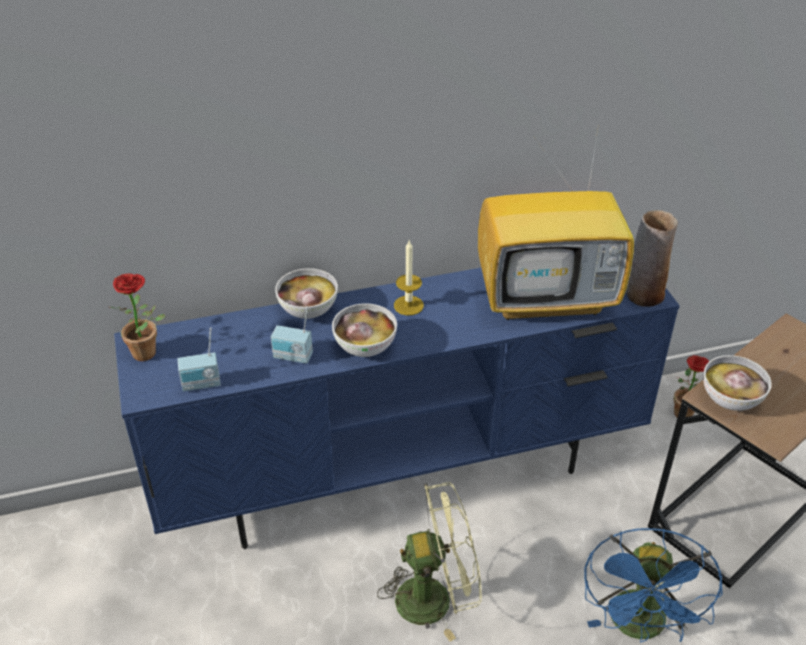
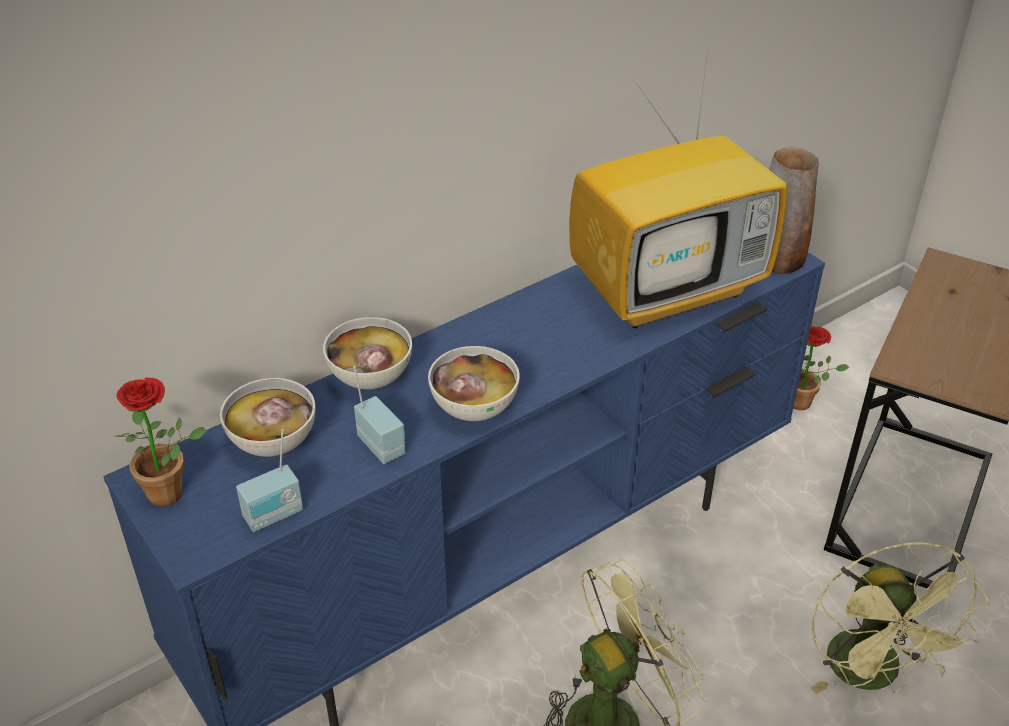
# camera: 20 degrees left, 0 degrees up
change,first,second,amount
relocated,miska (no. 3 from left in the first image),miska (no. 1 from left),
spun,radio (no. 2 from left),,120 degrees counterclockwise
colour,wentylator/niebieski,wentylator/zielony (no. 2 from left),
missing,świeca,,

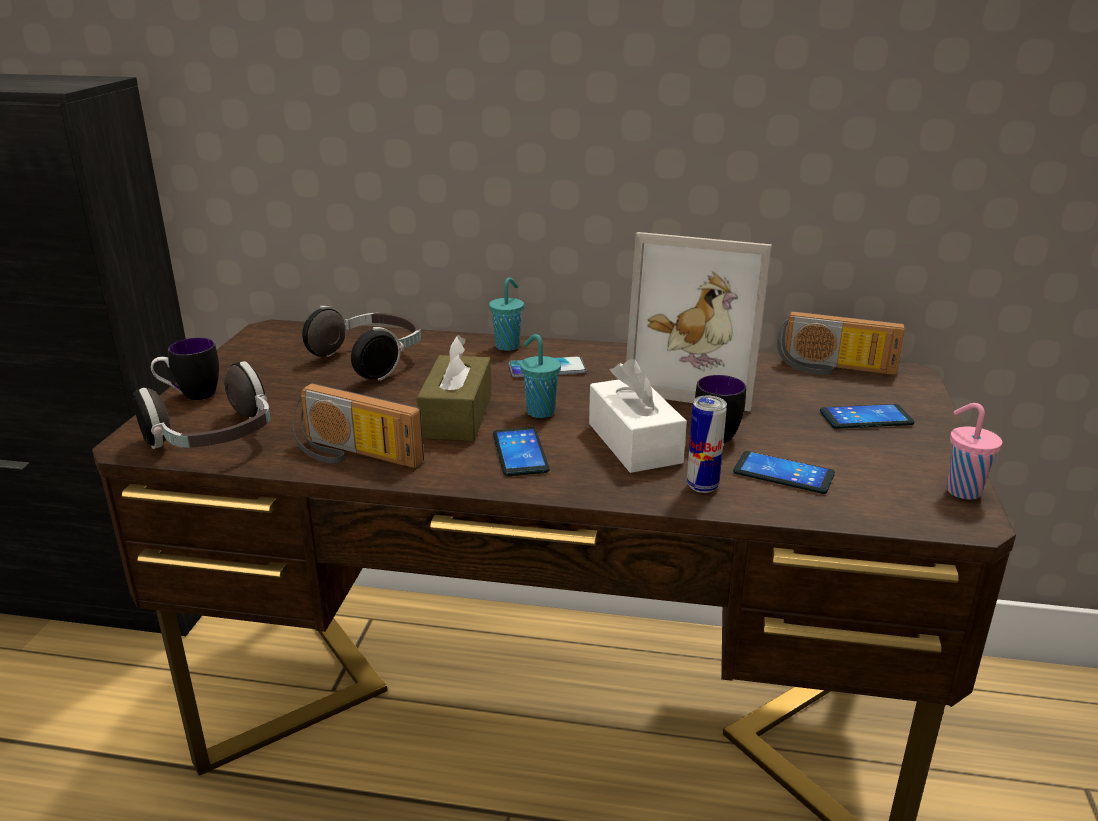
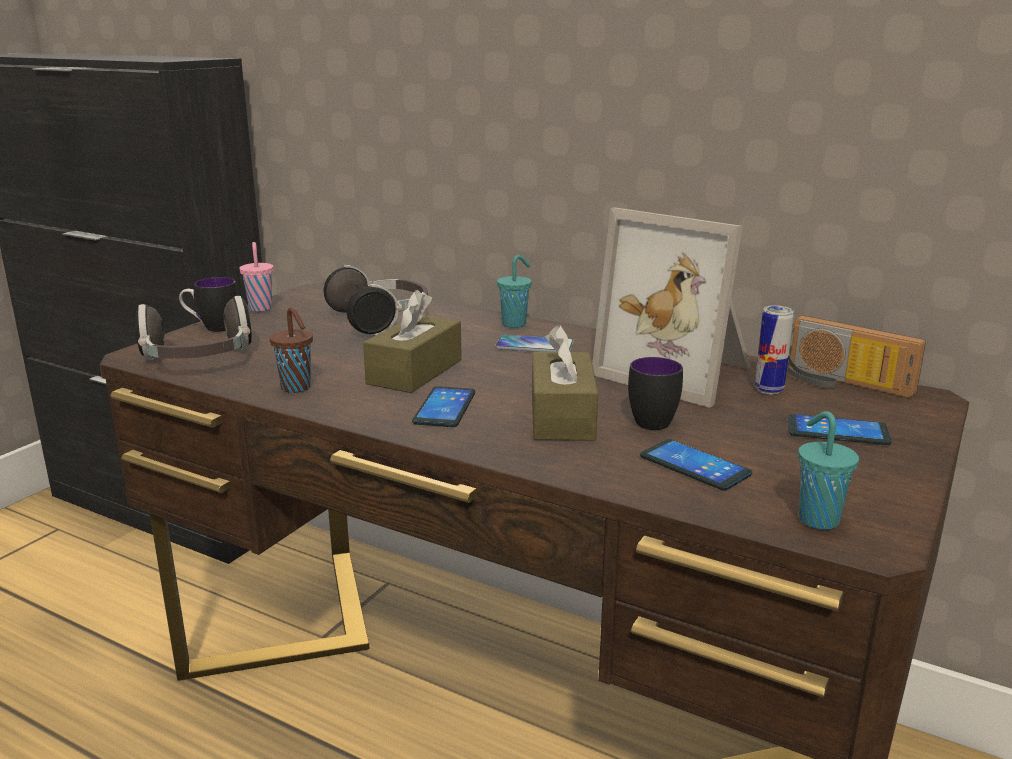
# camera: 20 degrees right, 5 degrees down
change,first,second,amount
relocated,filiżanka/różowy,,
exchanged,radio (no. 1 from left),filiżanka/brązowy,
colour,pudełko chusteczek/biały,pudełko chusteczek/brązowy (no. 2 from left),
relocated,puszka,,
relocated,filiżanka/turkusowy (no. 2 from left),,

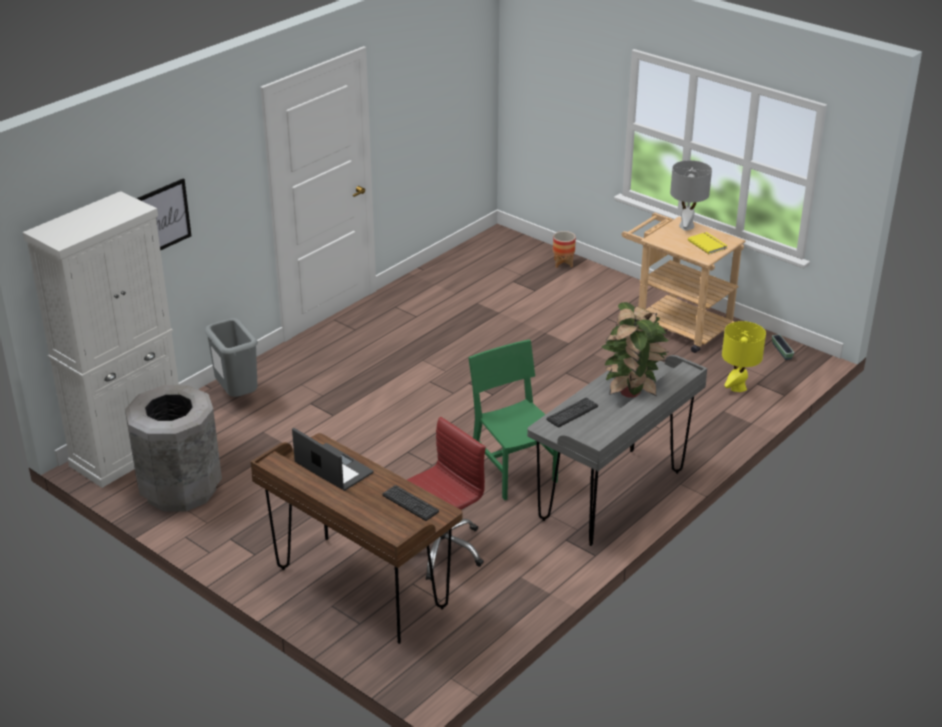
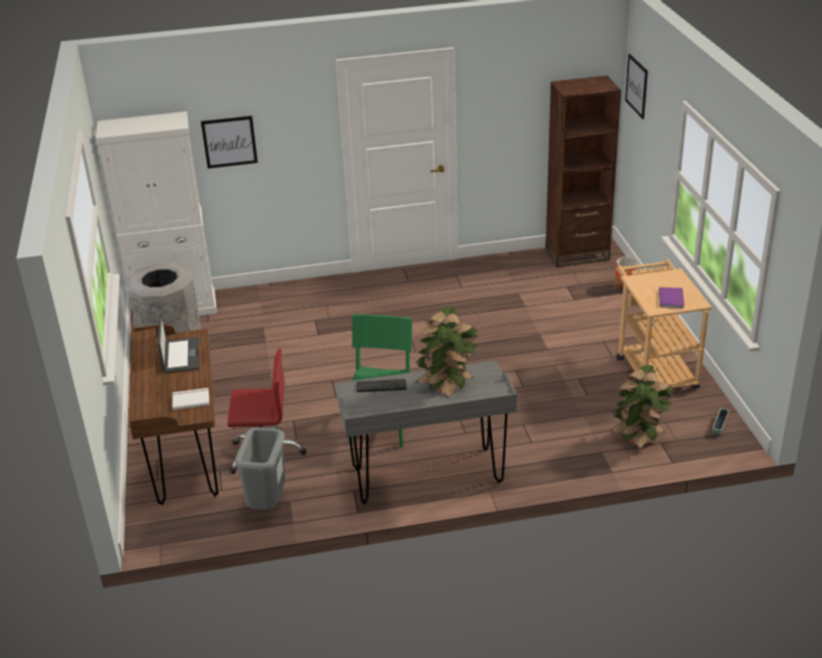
# camera: 40 degrees right, 0 degrees up
change,first,second,amount
exchanged,klawiatura (no. 1 from left),książka/biały,
relocated,kosz na śmieci/szary (no. 2 from left),,
appeared,,regał/brązowy,
exchanged,lampa stołowa/żółty,roślina doniczkowa (no. 2 from left),
appeared,,obraz (no. 2 from left),
colour,książka/żółty,książka/fioletowy,
missing,lampa stołowa/szary,,

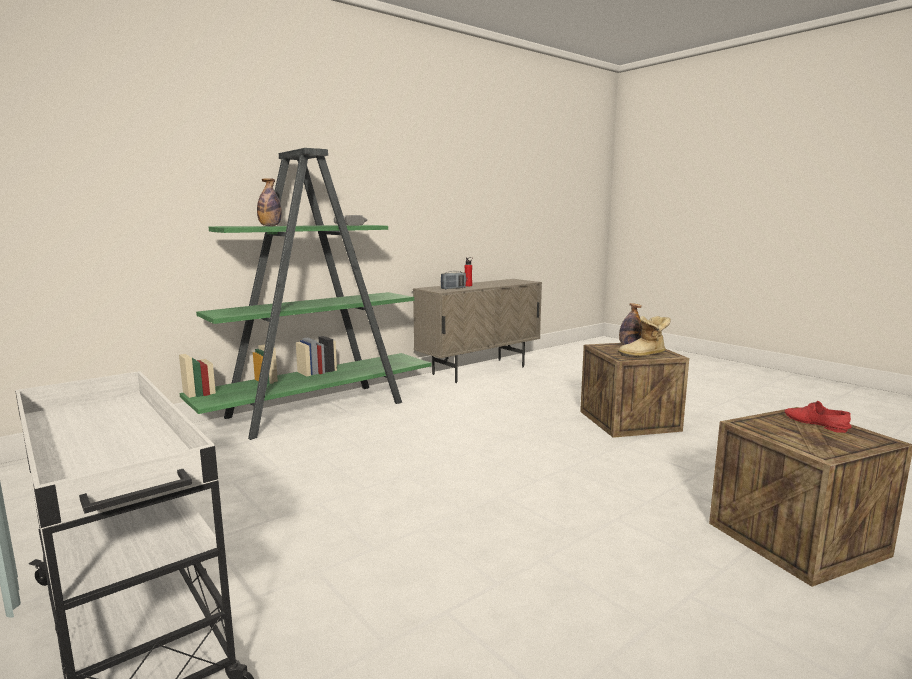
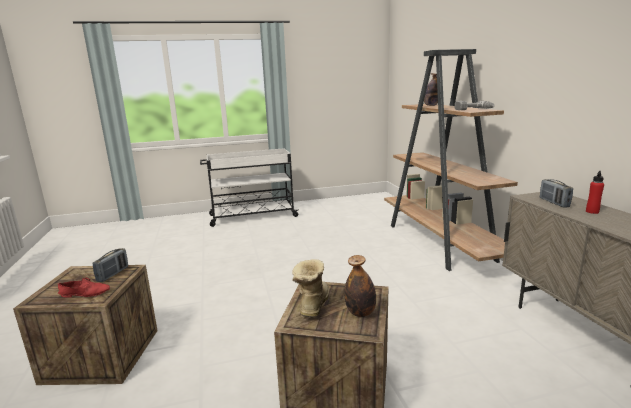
# camera: 115 degrees right, 5 degrees up
change,first,second,amount
appeared,,radio (no. 1 from left),
colour,regał/zielony,regał/brązowy,

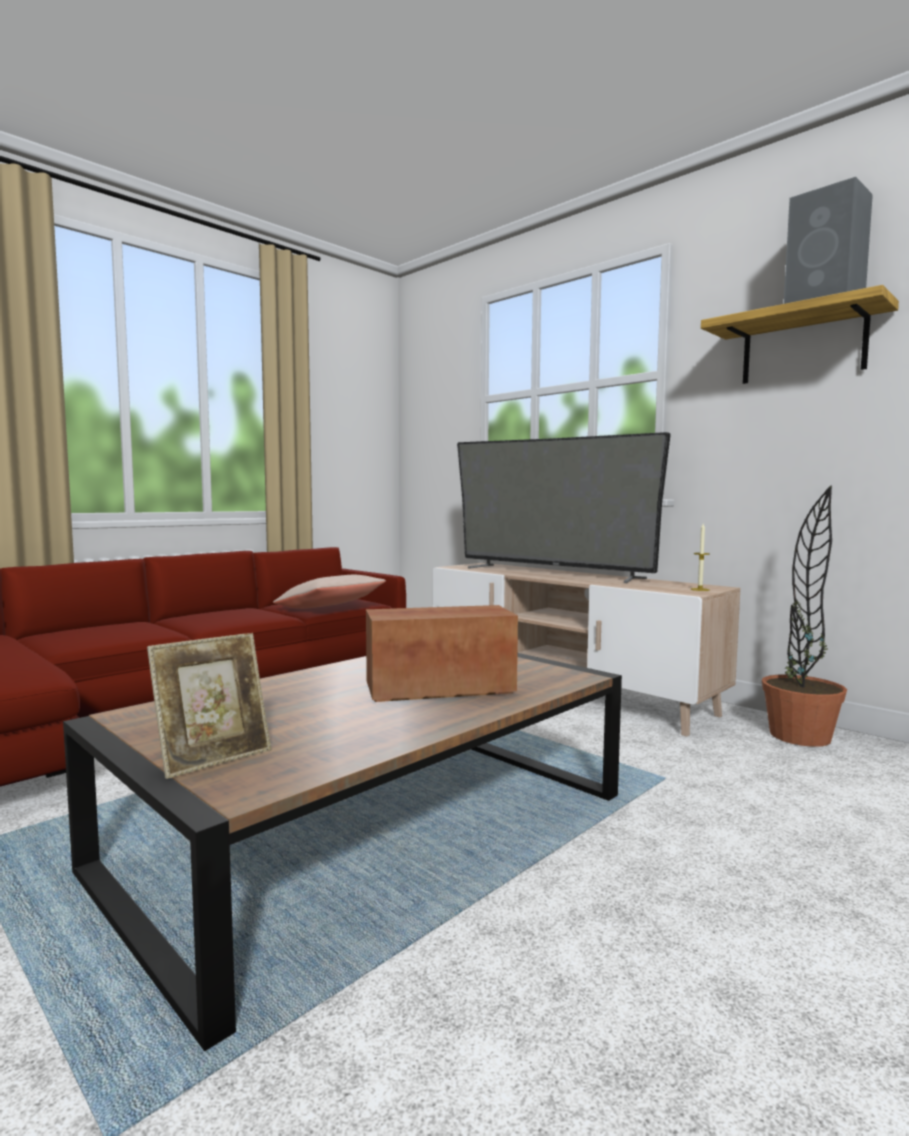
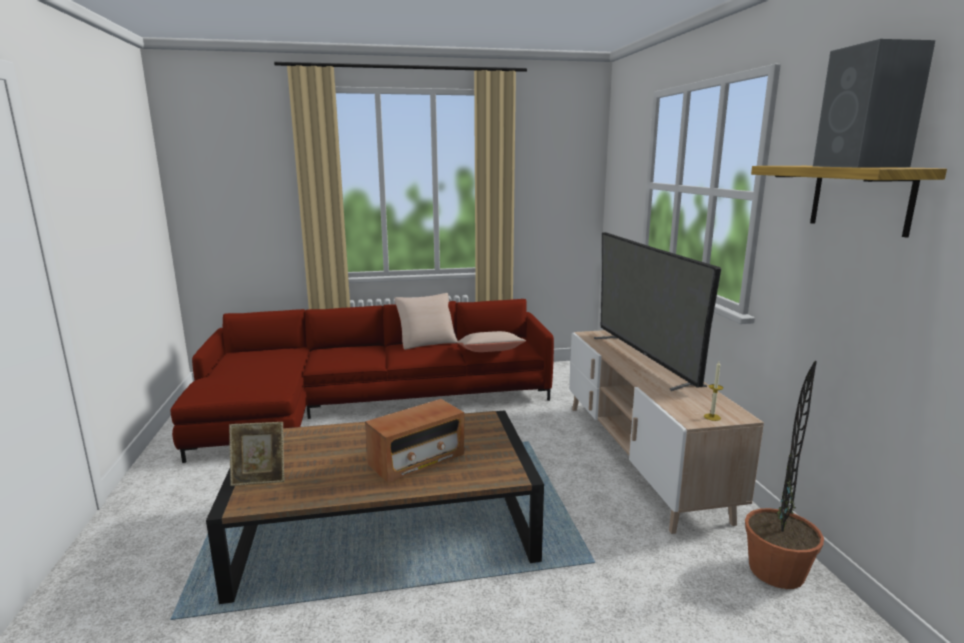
# camera: 35 degrees right, 10 degrees up
change,first,second,amount
spun,radio,,120 degrees clockwise
appeared,,poduszka/beżowy (no. 1 from left),

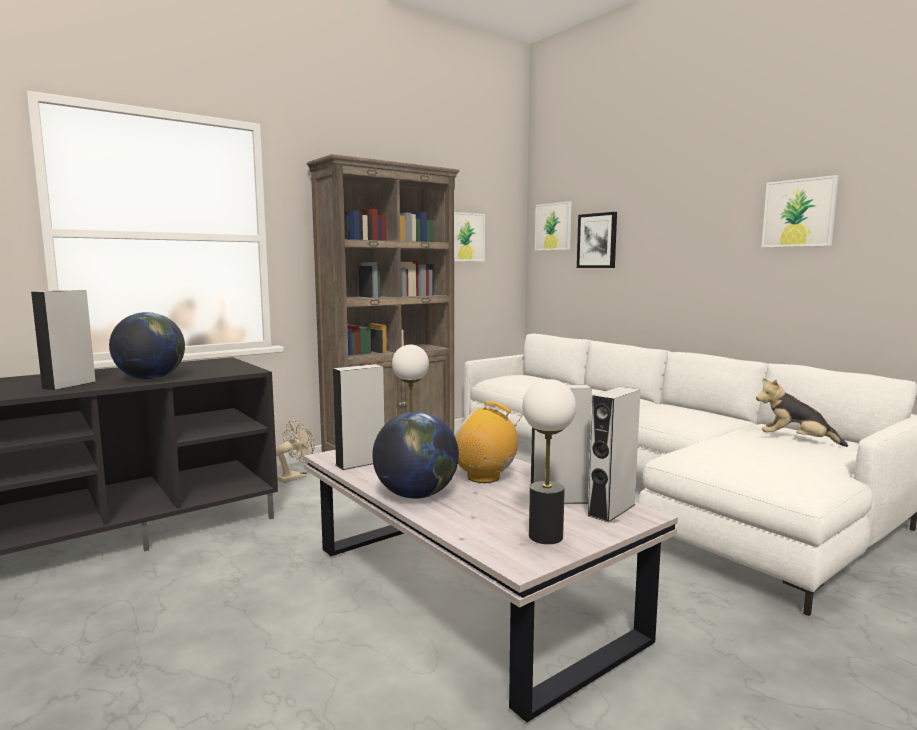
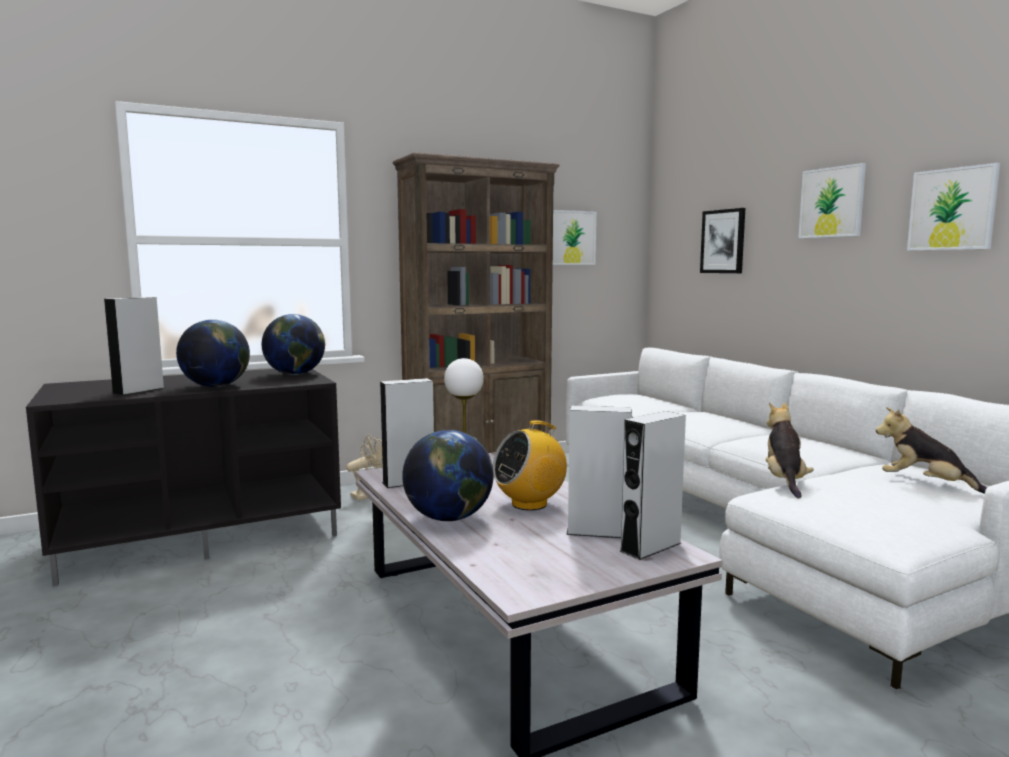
# camera: 10 degrees right, 0 degrees up
change,first,second,amount
appeared,,globus (no. 2 from left),
spun,radio,,60 degrees counterclockwise
appeared,,pluszak (no. 1 from left),
relocated,obraz (no. 2 from left in the first image),obraz (no. 3 from left),
missing,lampa stołowa (no. 2 from left),,

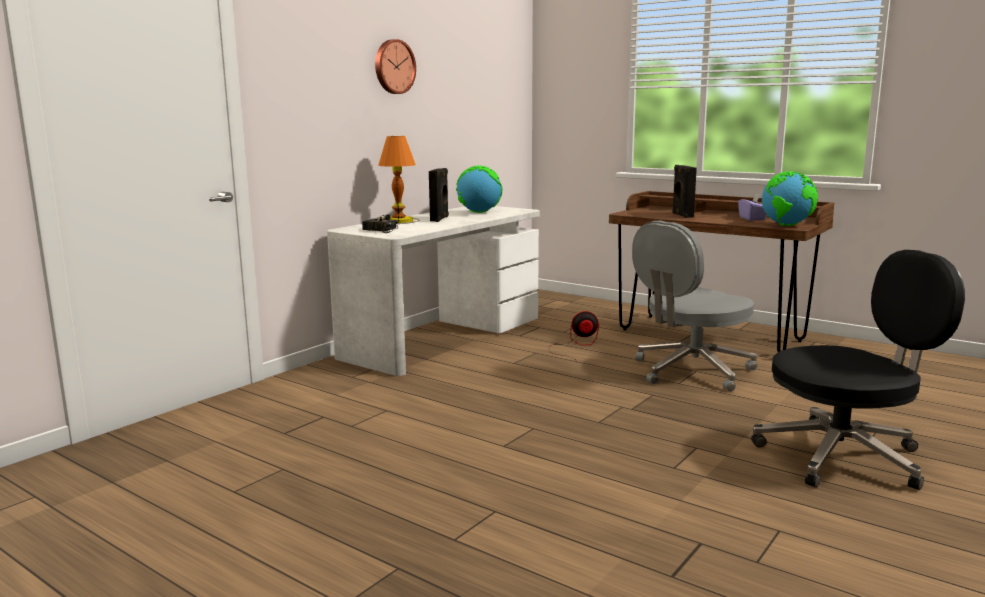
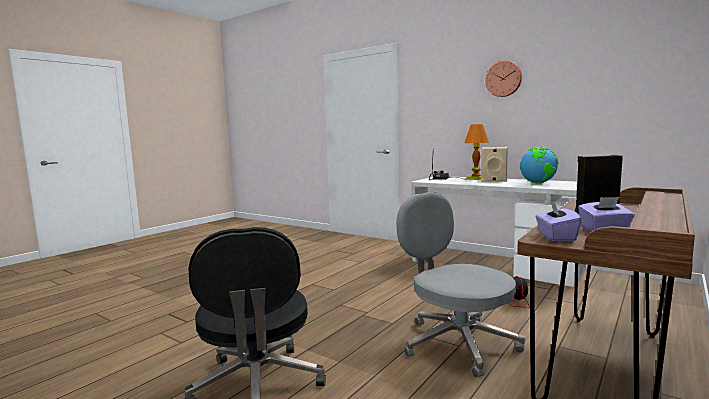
# camera: 90 degrees right, 5 degrees down
change,first,second,amount
colour,głośnik/czarny (no. 1 from left),głośnik/beżowy,
exchanged,globus (no. 2 from left),pudełko chusteczek/fioletowy (no. 1 from left),

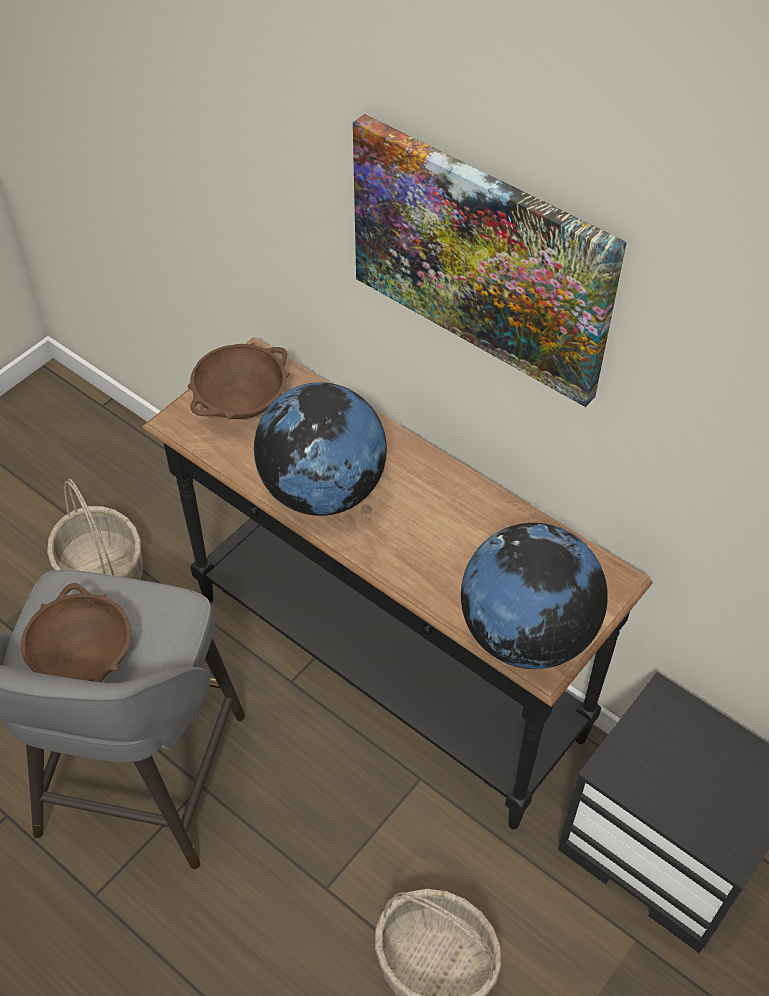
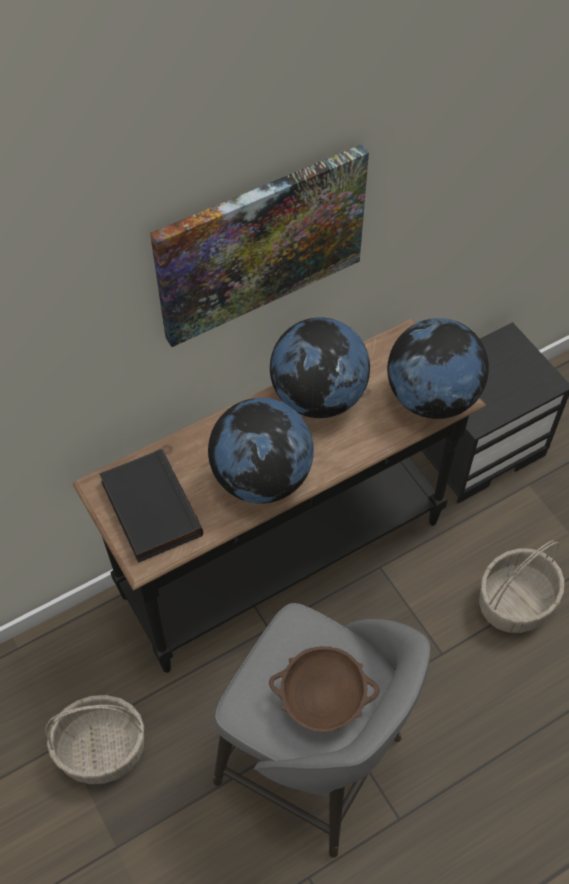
# camera: 70 degrees left, 5 degrees up
change,first,second,amount
exchanged,miska/brązowy (no. 2 from left),książka/czarny,
appeared,,globus (no. 2 from left),

